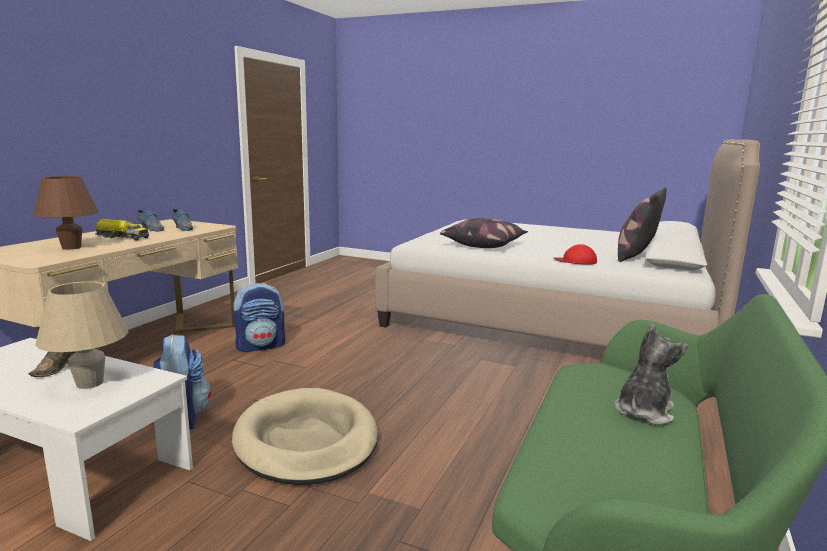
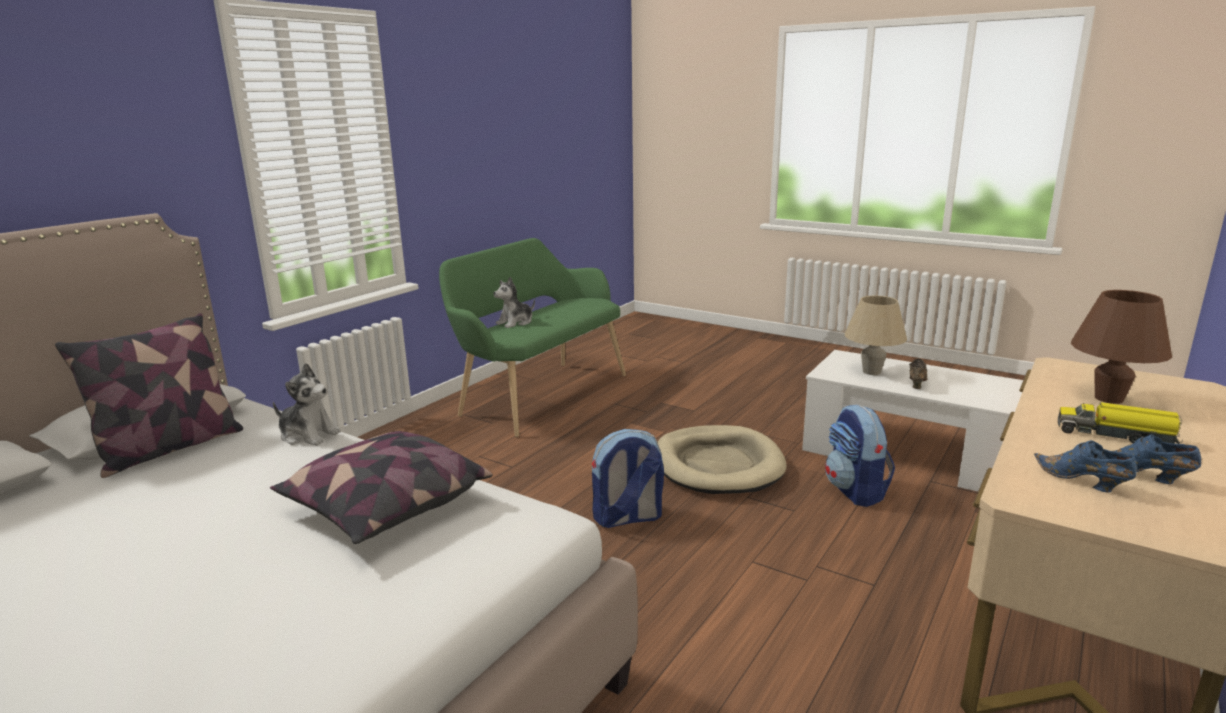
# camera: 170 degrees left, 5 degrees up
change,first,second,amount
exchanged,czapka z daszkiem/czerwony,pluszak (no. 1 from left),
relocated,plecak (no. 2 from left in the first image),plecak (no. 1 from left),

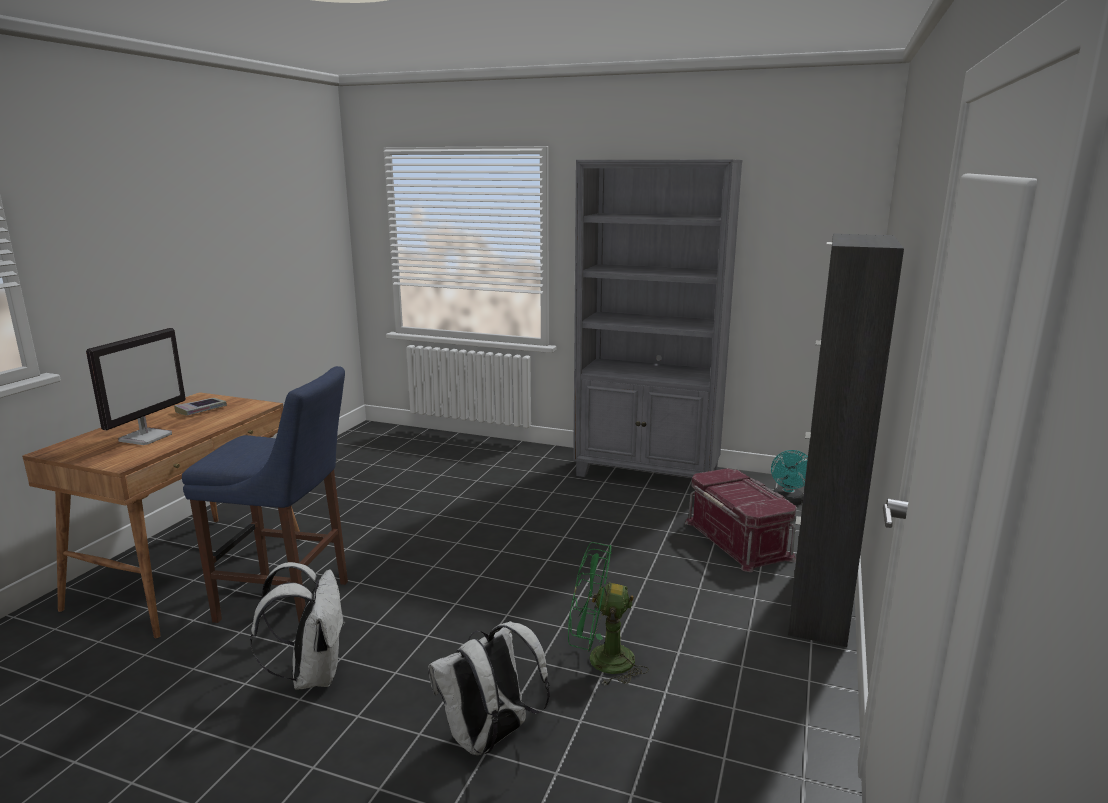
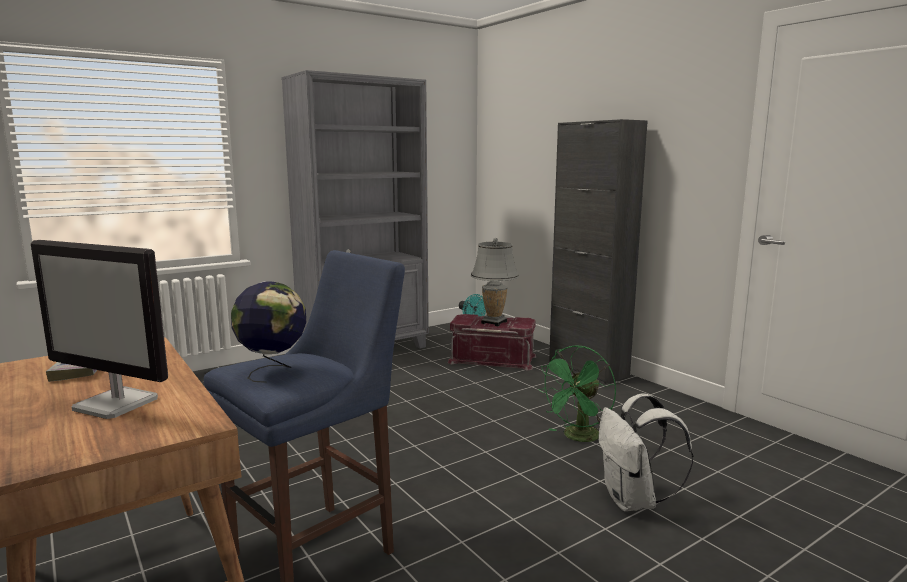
# camera: 55 degrees left, 5 degrees down
change,first,second,amount
spun,monitor,,150 degrees clockwise
appeared,,globus,
appeared,,lampa stołowa/szary,
missing,plecak/biały (no. 1 from left),,

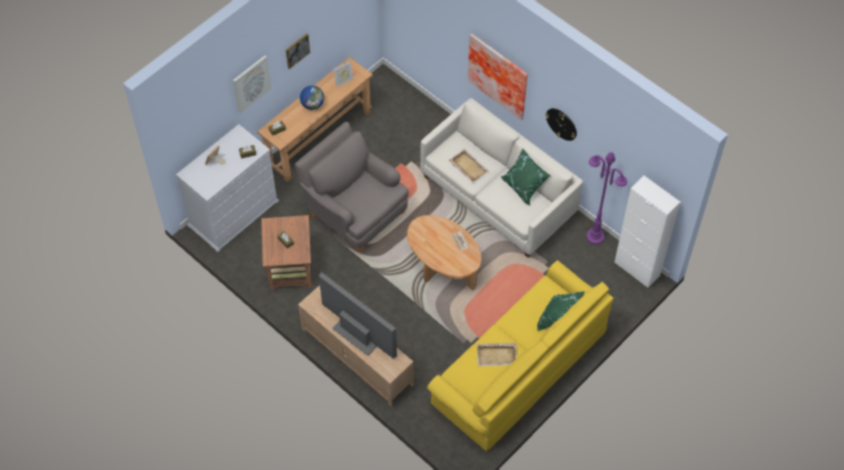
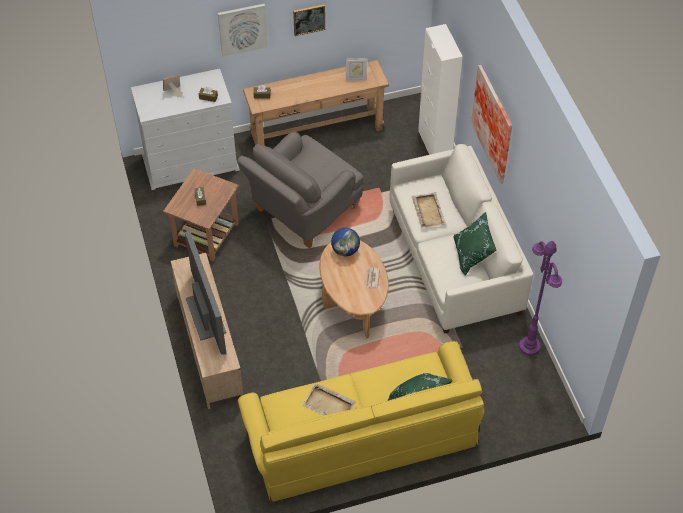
# camera: 30 degrees right, 5 degrees down
change,first,second,amount
spun,fotel/szary,,120 degrees counterclockwise
relocated,globus,,
relocated,szafka/biały,,
missing,zegar ścienny,,

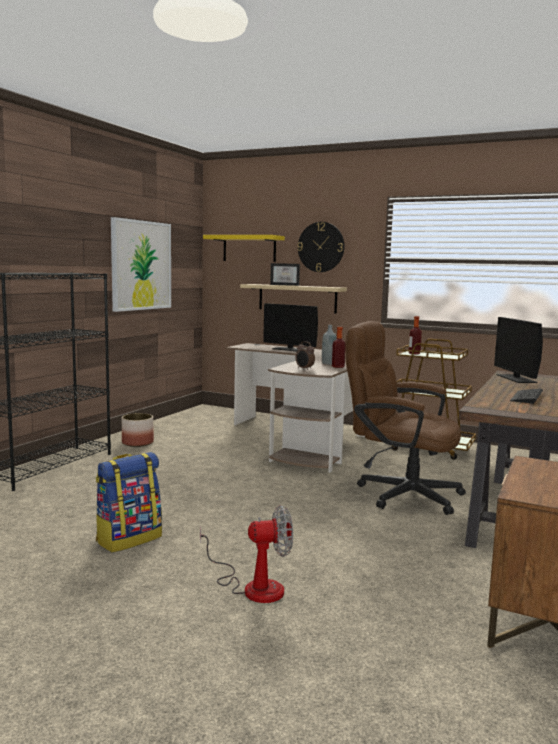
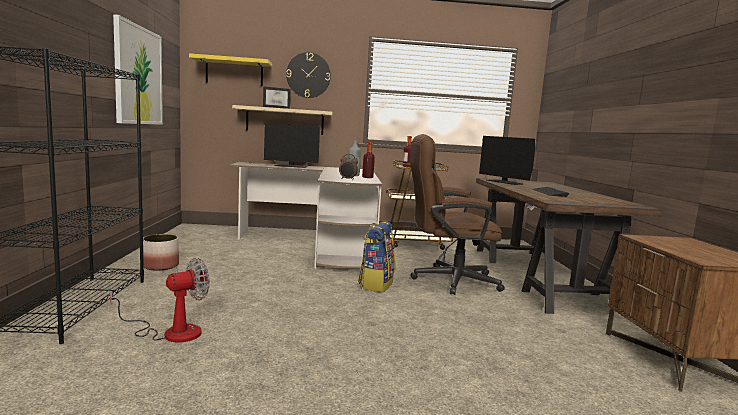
# camera: 30 degrees left, 0 degrees up
change,first,second,amount
relocated,wentylator,,
relocated,plecak,,

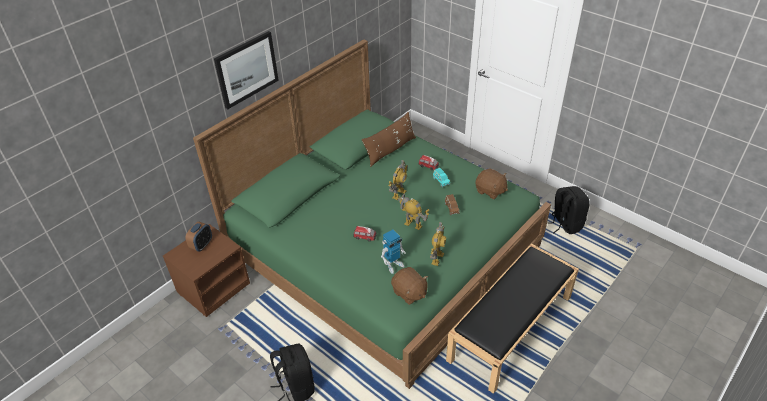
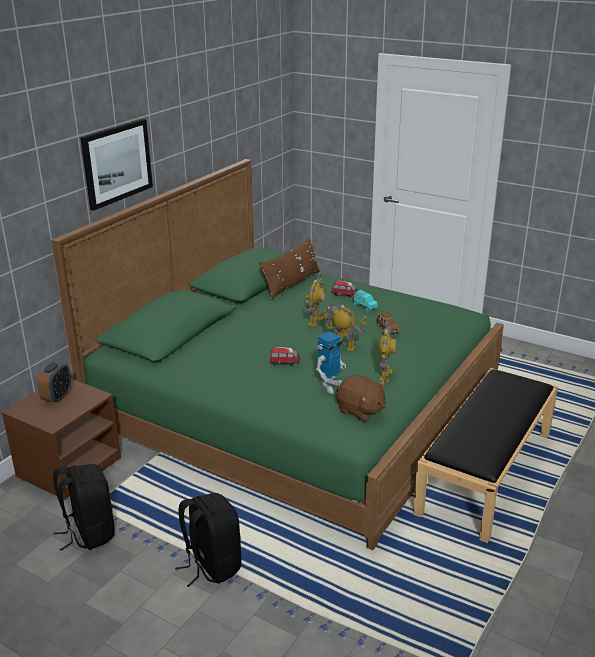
# camera: 10 degrees left, 15 degrees down
change,first,second,amount
relocated,plecak/czarny (no. 2 from left in the first image),plecak/czarny (no. 1 from left),
missing,pluszak/brązowy (no. 2 from left),,

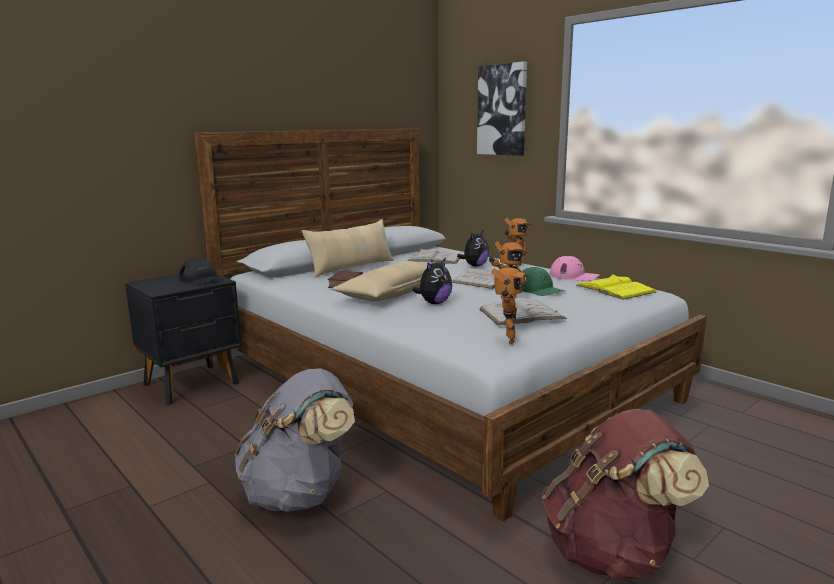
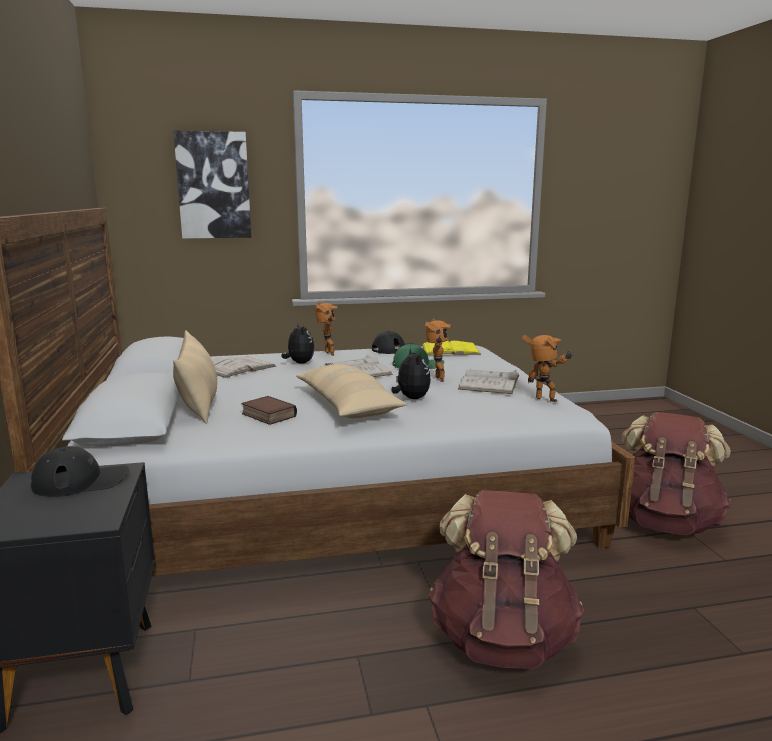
# camera: 60 degrees left, 0 degrees up
change,first,second,amount
colour,czapka z daszkiem/różowy,czapka z daszkiem/czarny (no. 2 from left),
colour,plecak/szary,plecak/brązowy (no. 1 from left),

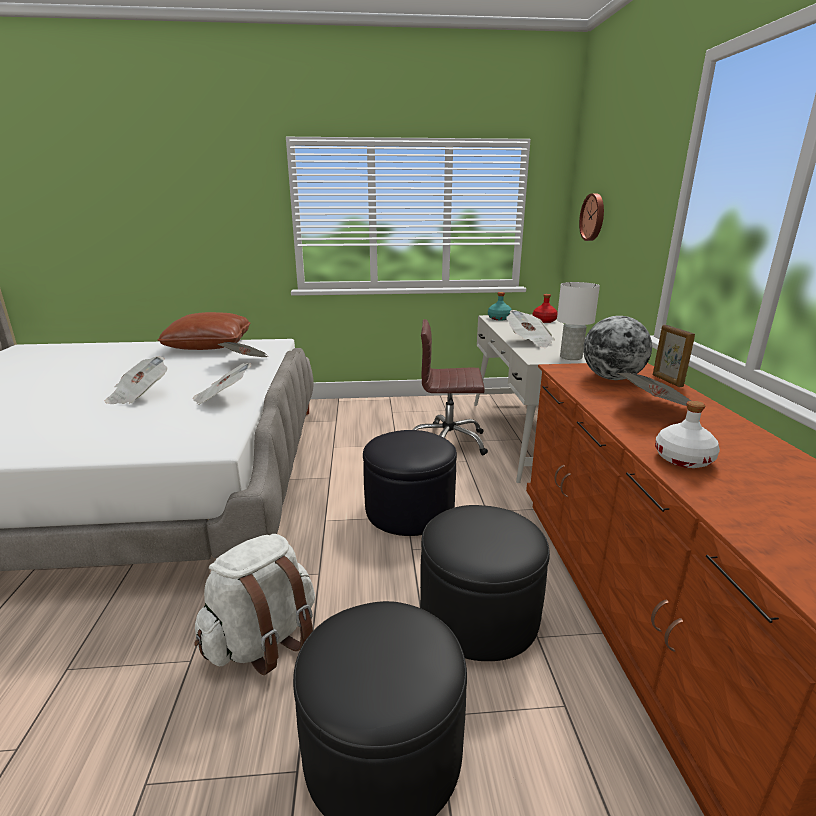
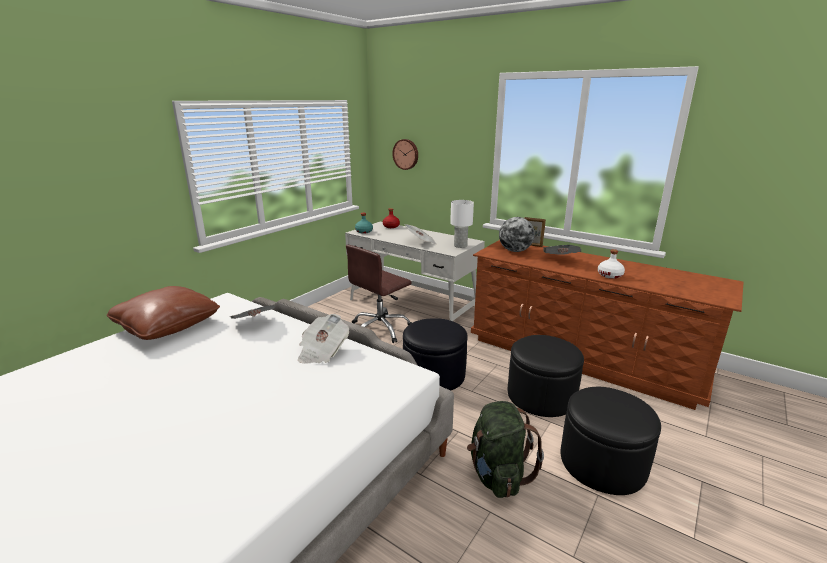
# camera: 50 degrees left, 0 degrees up
change,first,second,amount
colour,plecak/biały,plecak/zielony,
missing,gazeta (no. 1 from left),,

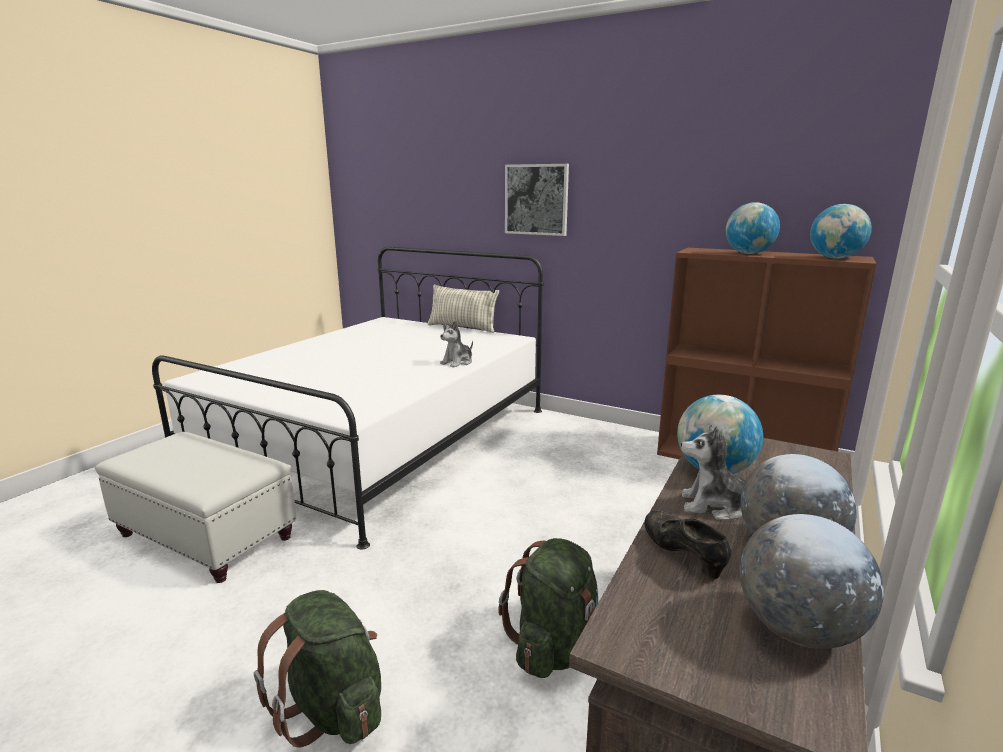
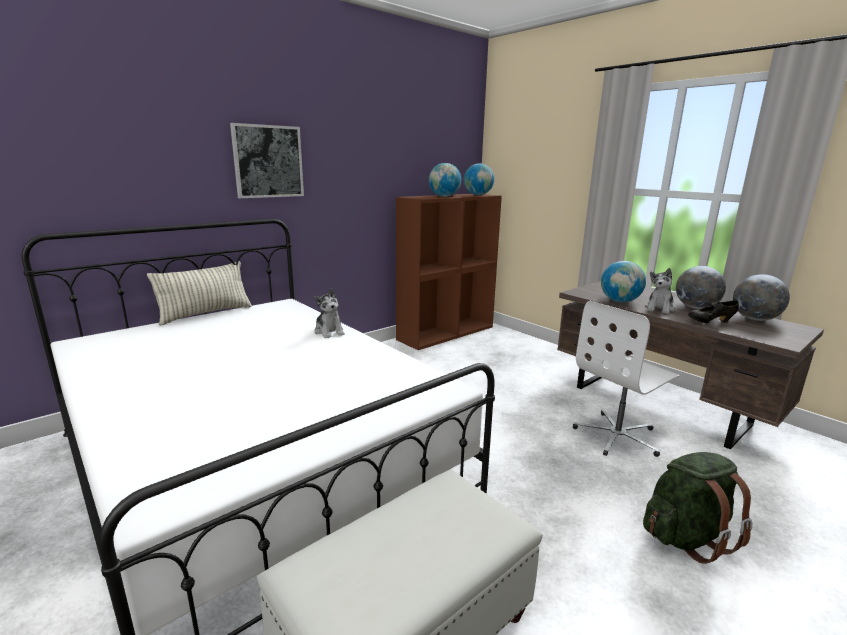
# camera: 70 degrees left, 0 degrees up
change,first,second,amount
exchanged,plecak/zielony (no. 2 from left),krzesło biurowe/biały,

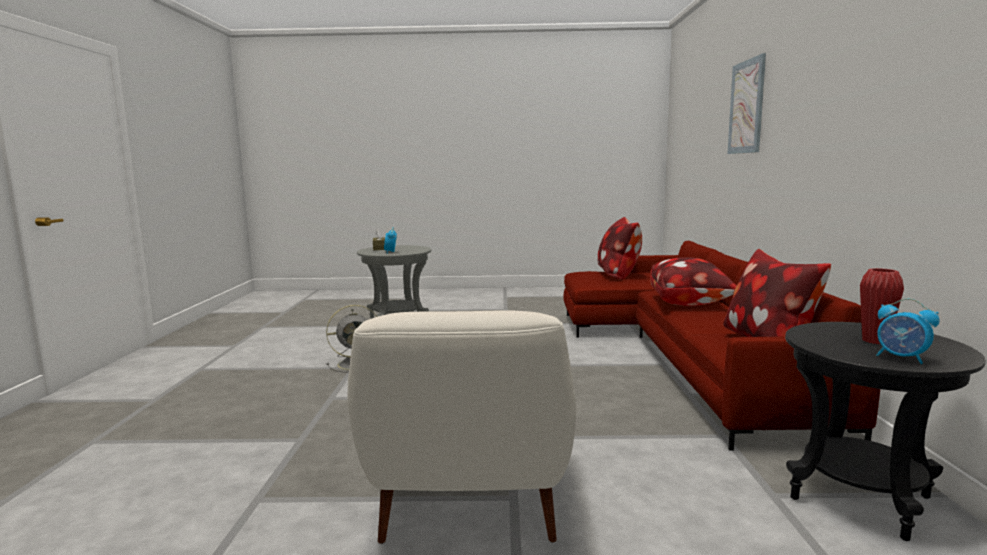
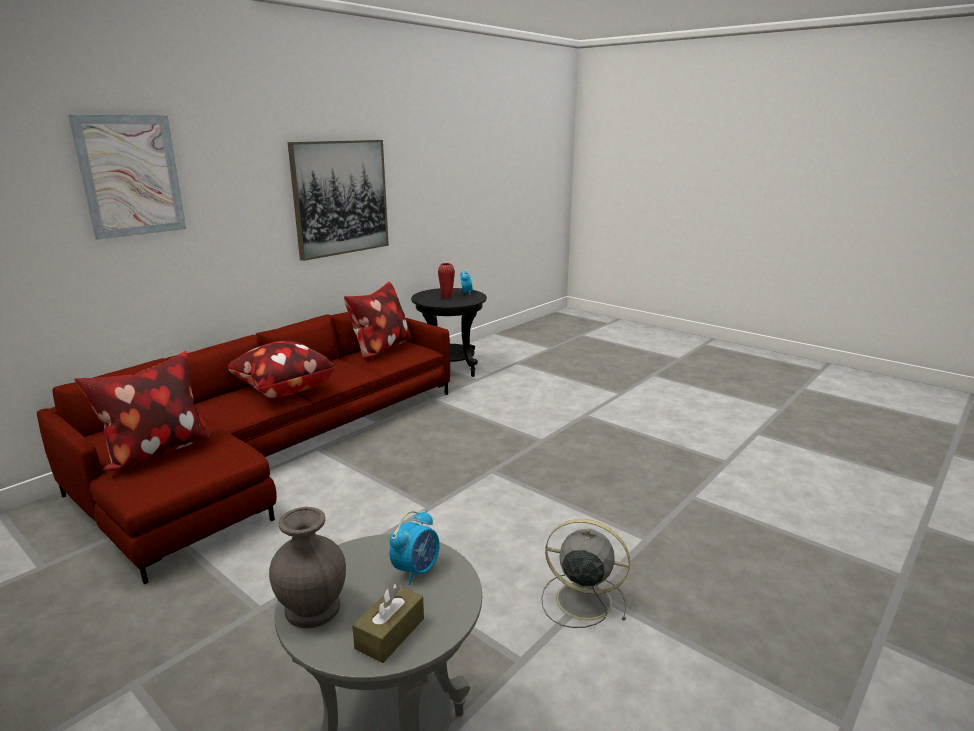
# camera: 140 degrees left, 10 degrees up
change,first,second,amount
appeared,,wazon/szary,
appeared,,obraz (no. 2 from left),
missing,fotel/biały,,

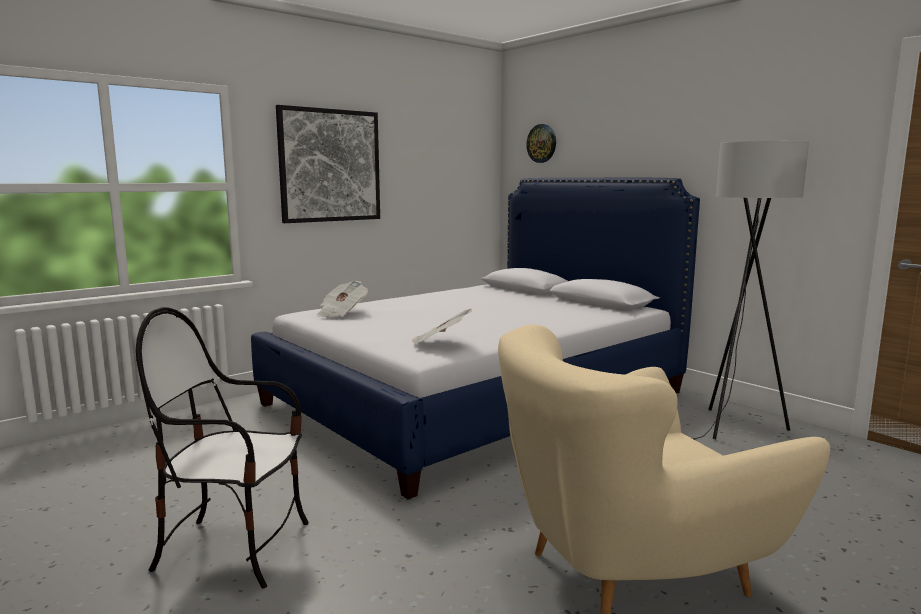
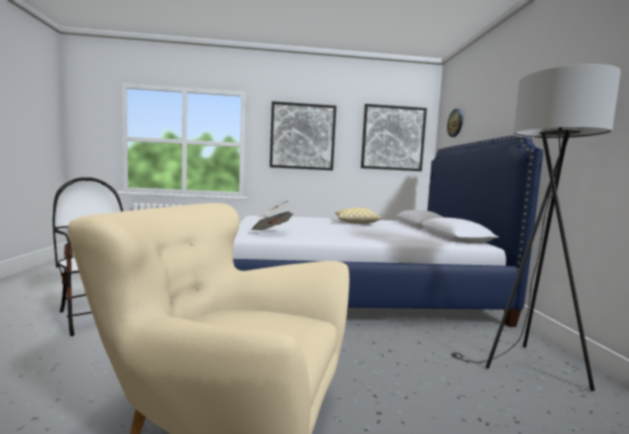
# camera: 35 degrees right, 5 degrees down
change,first,second,amount
appeared,,poduszka,
appeared,,obraz (no. 2 from left),

